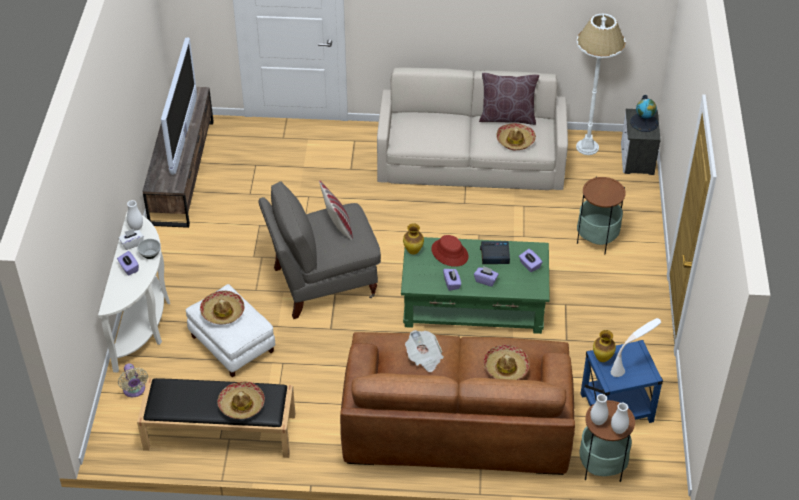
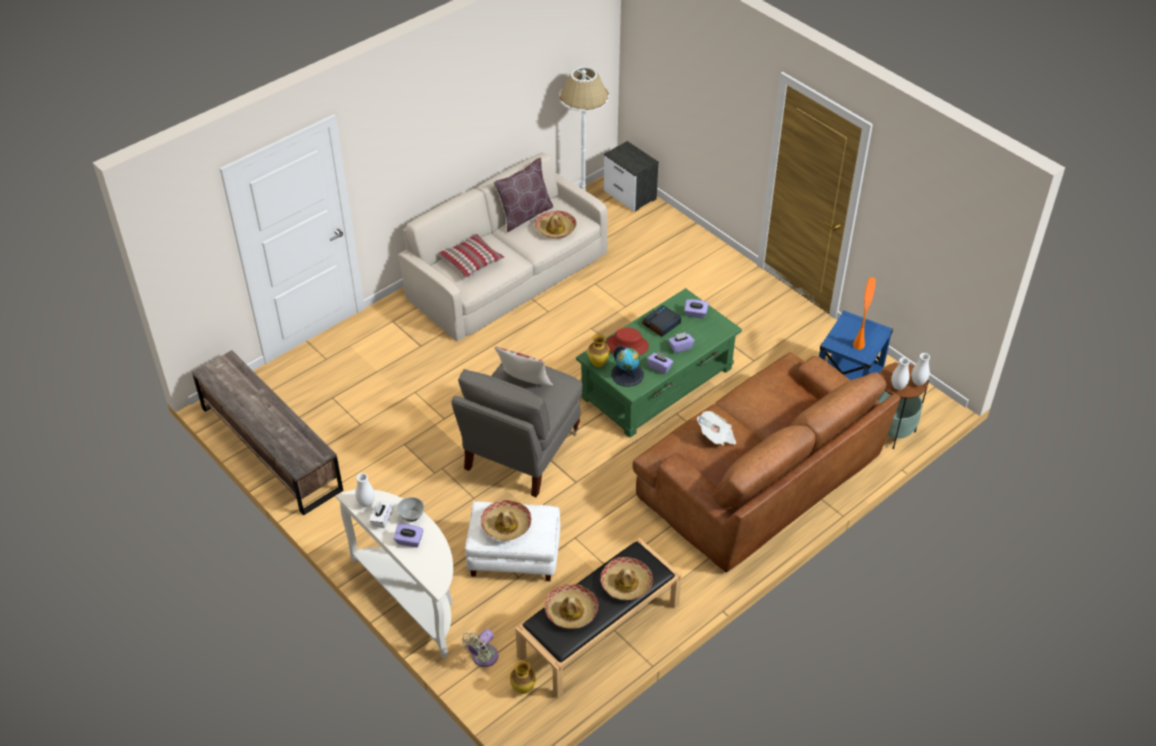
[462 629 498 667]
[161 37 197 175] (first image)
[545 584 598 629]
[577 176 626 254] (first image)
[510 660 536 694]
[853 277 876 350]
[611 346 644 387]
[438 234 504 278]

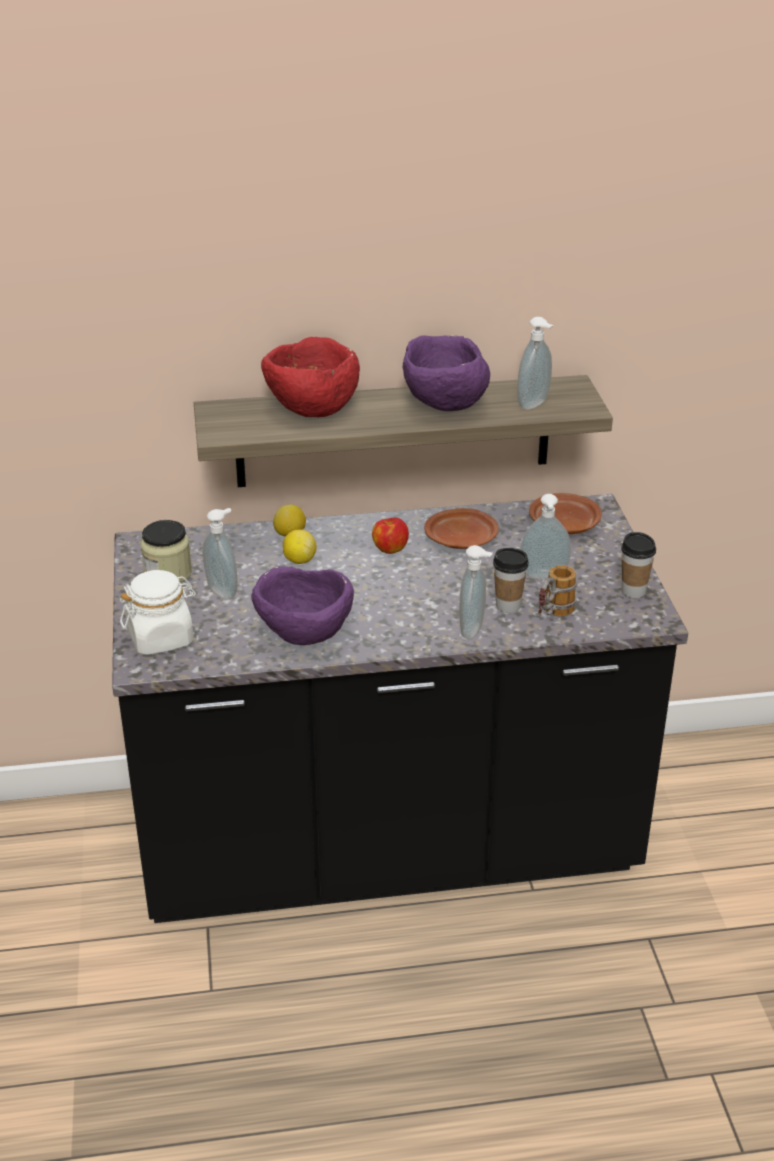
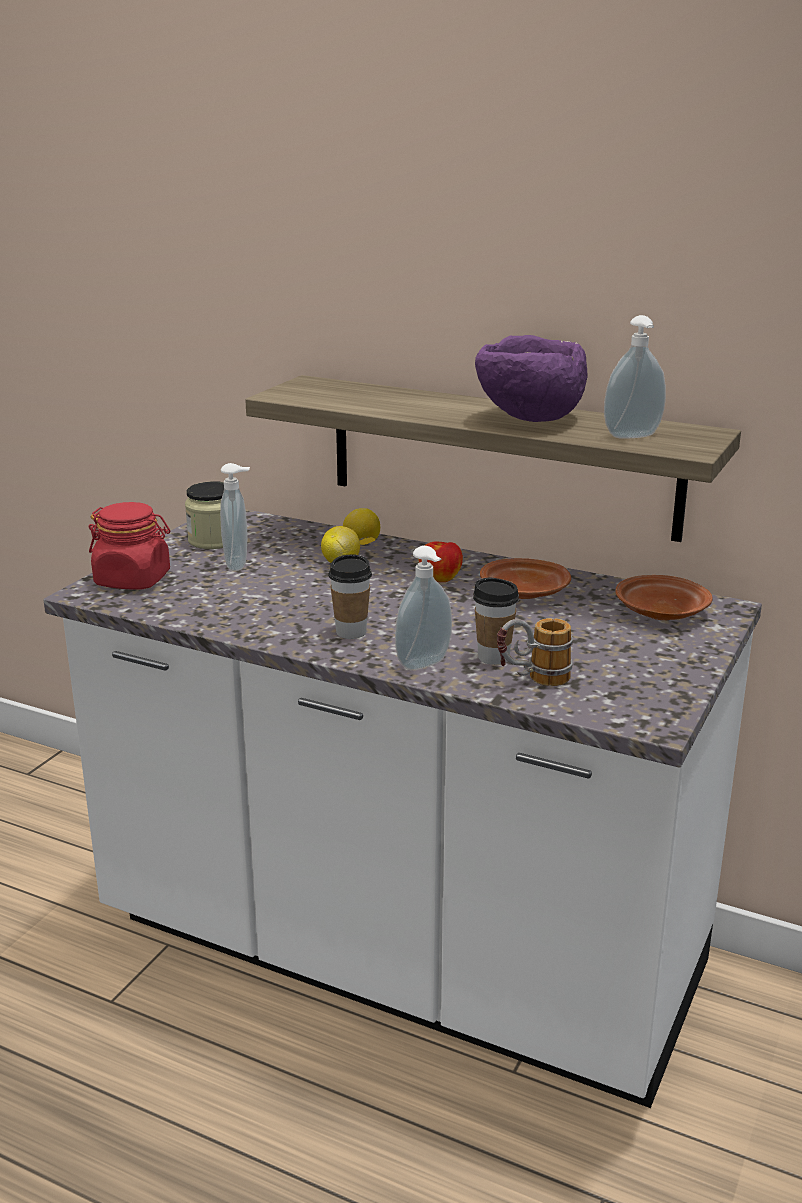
[44 509 762 1108]
[89 502 170 590]
[251 566 354 645] (first image)
[261 337 360 417] (first image)
[520 494 571 579] (first image)
[328 554 372 639]

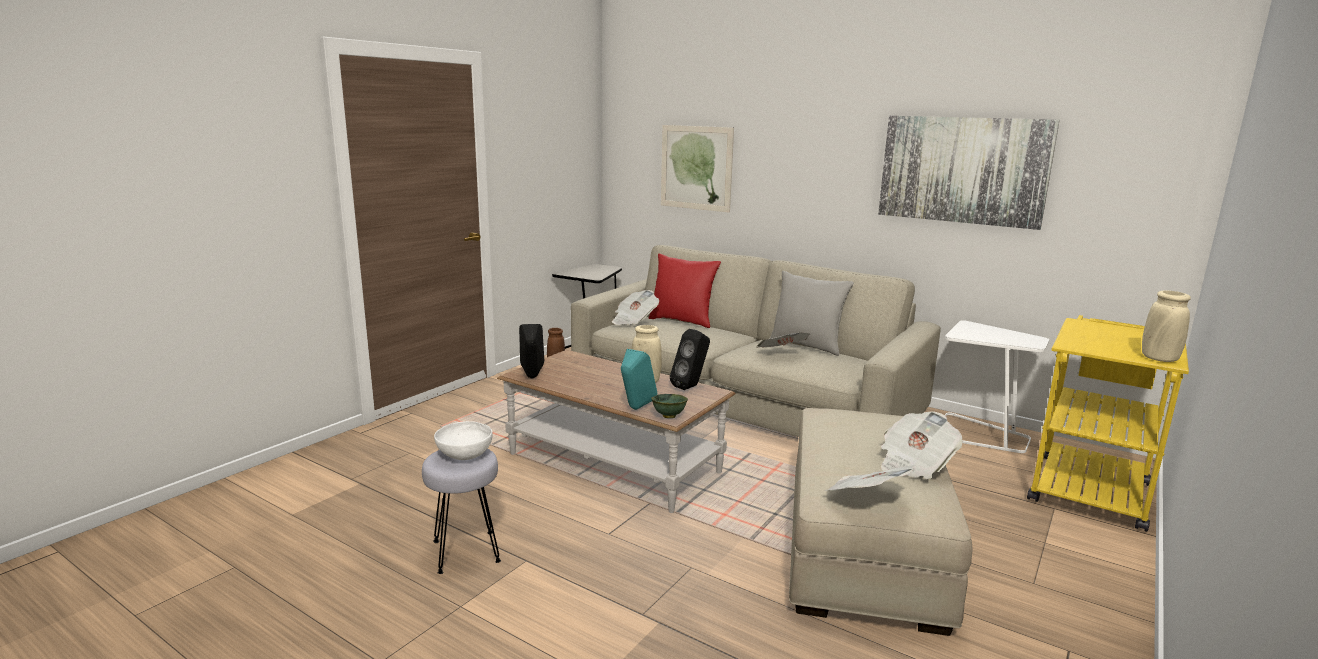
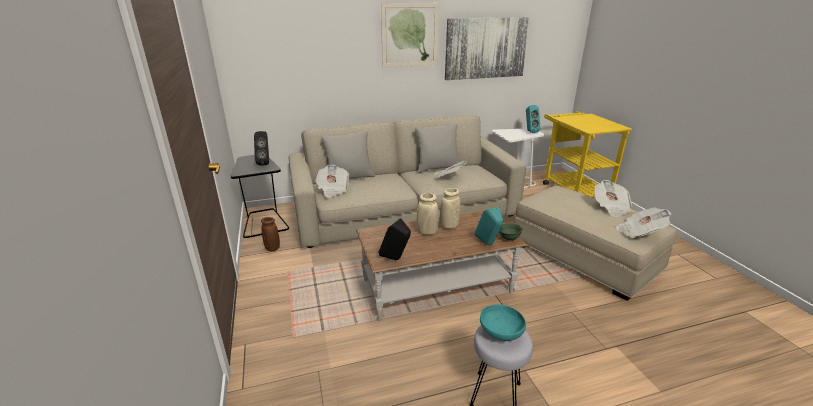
[480 304 526 341]
[321 131 375 179]
[381 3 439 68]
[254 131 269 165]
[417 193 439 235]
[526 105 541 133]

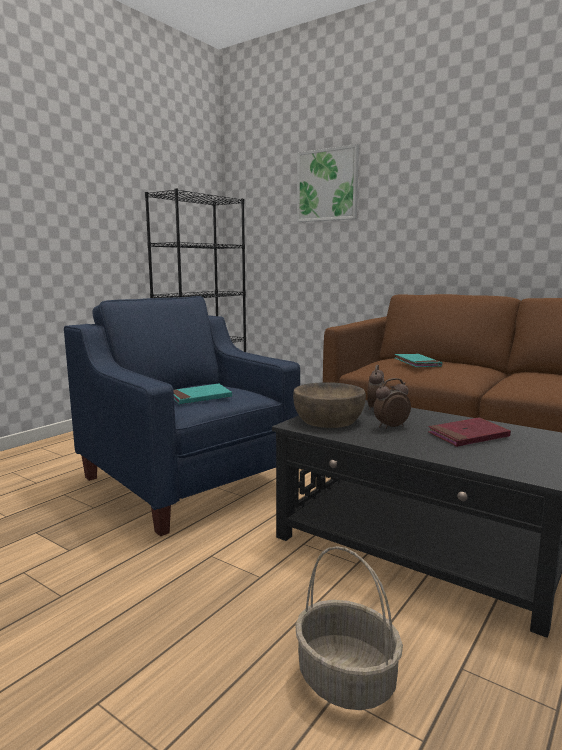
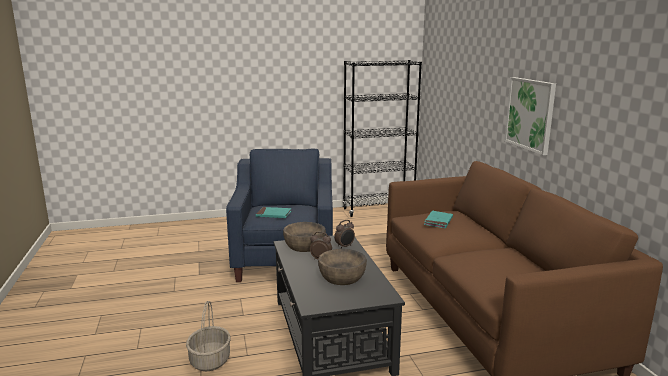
[504 77 556 155]
[318 249 367 285]

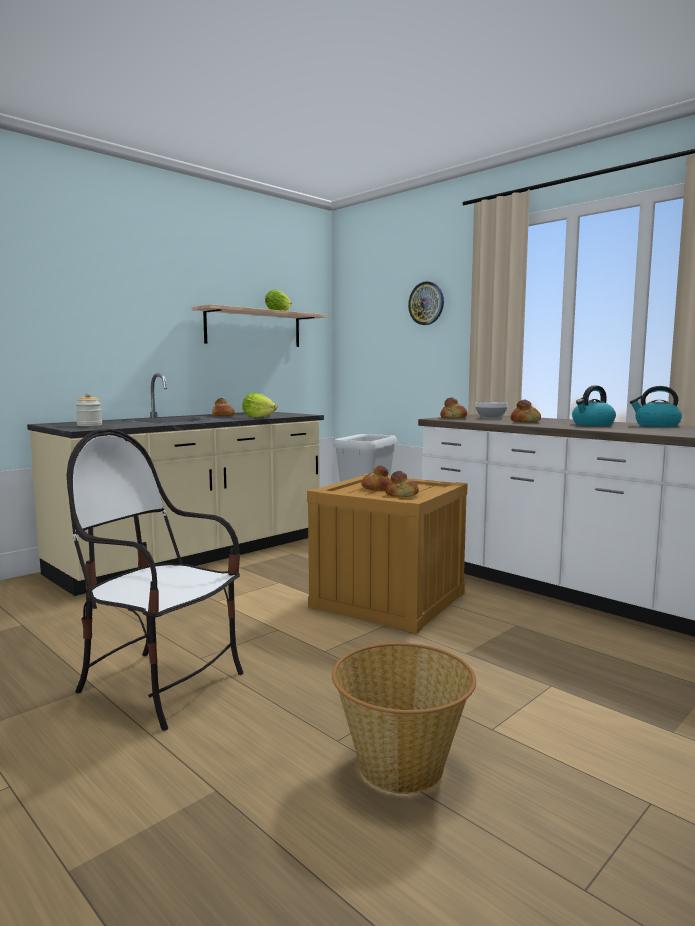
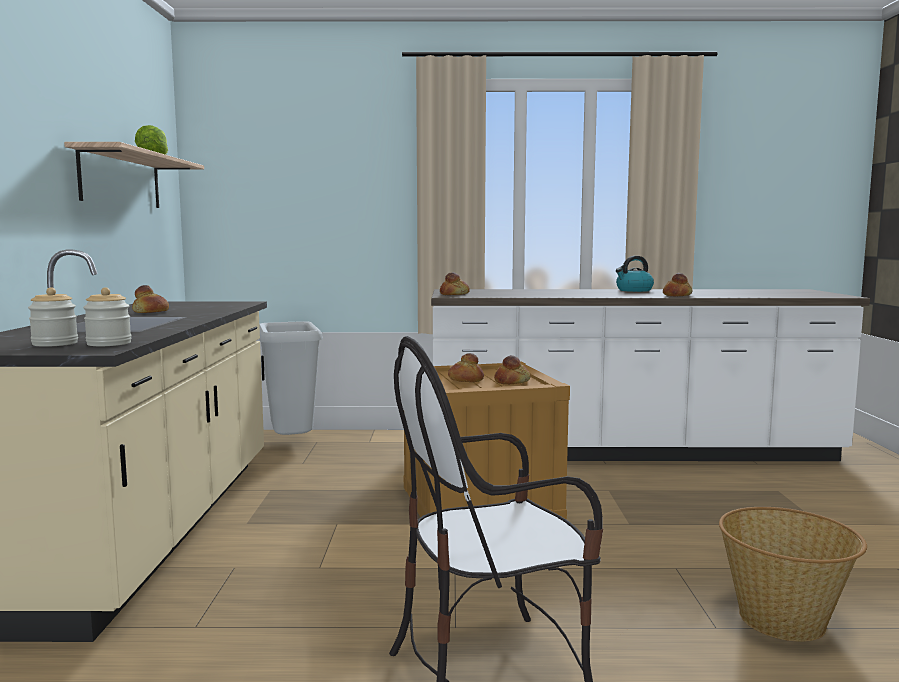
[242 393 277 418] (first image)
[408 281 444 325] (first image)
[475 402 508 418] (first image)
[663 273 692 296]
[572 386 616 426] (first image)
[83 287 131 346]

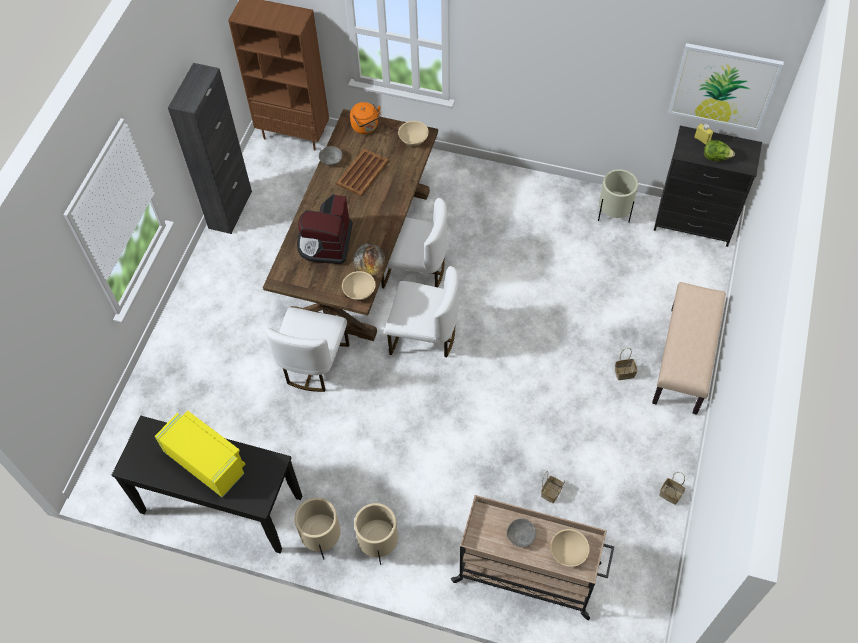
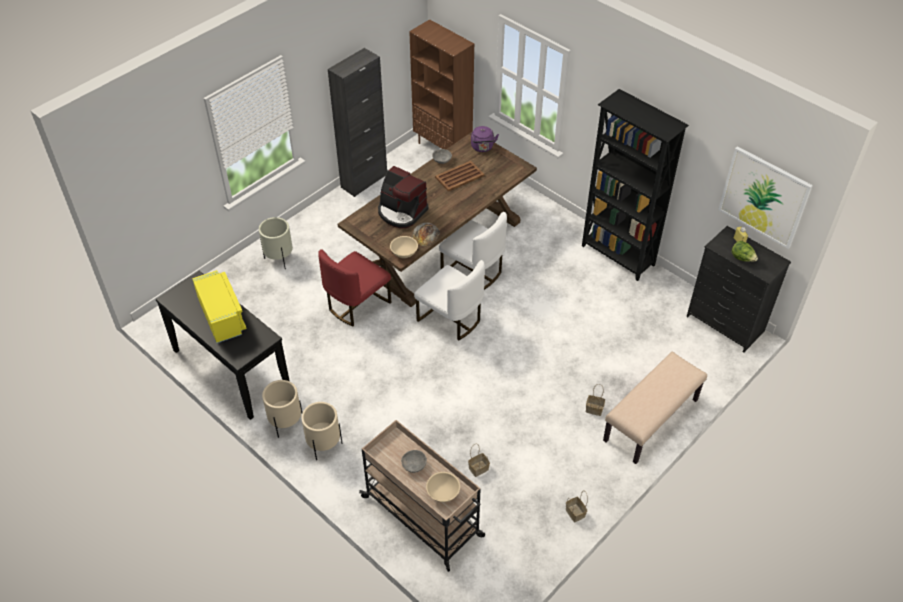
[318 249 391 327]
[378 166 429 228]
[471 126 499 152]
[398 121 429 146] (first image)
[259 217 293 269]
[582 89 689 281]

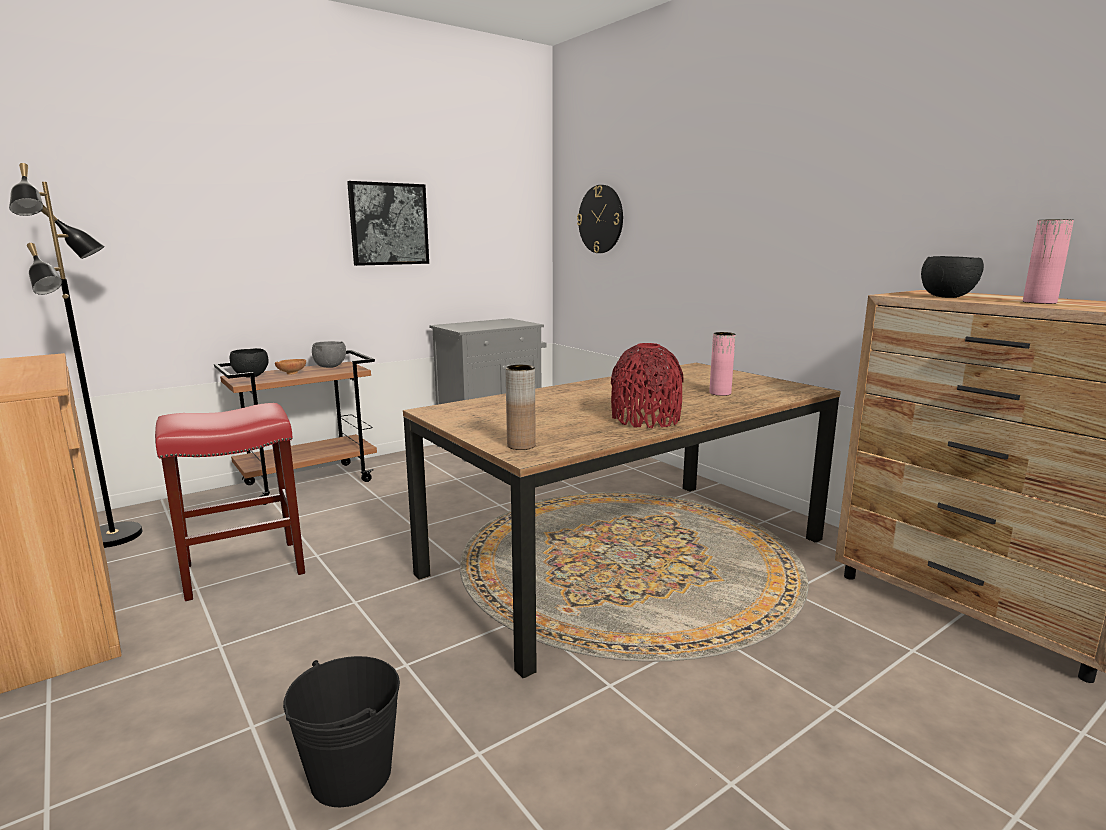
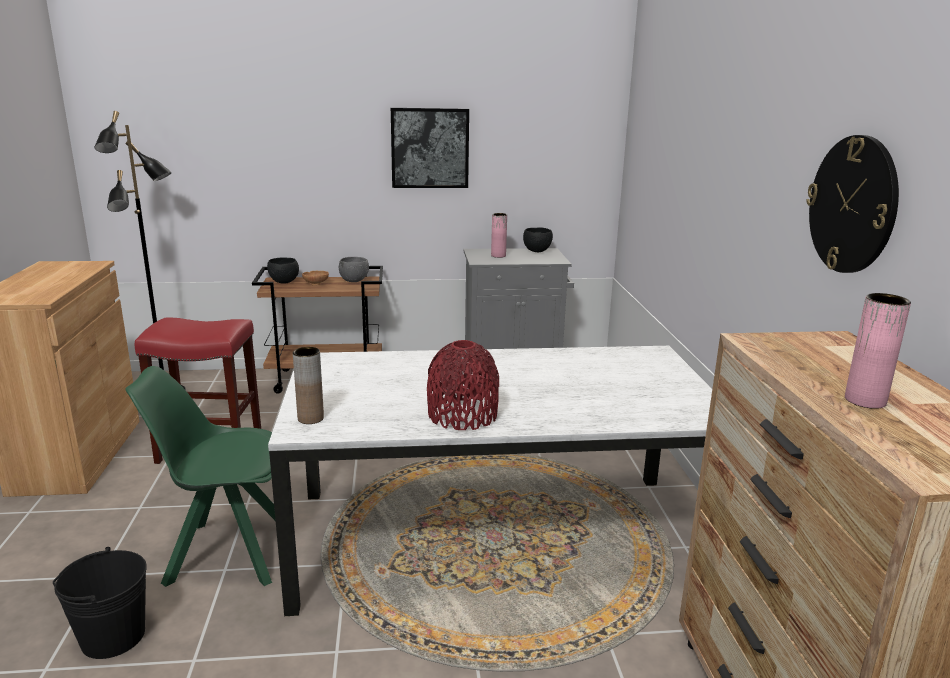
[268 346 712 616]
[806 135 899 273]
[491 213 507 258]
[523 227 553 252]
[125 366 275 587]

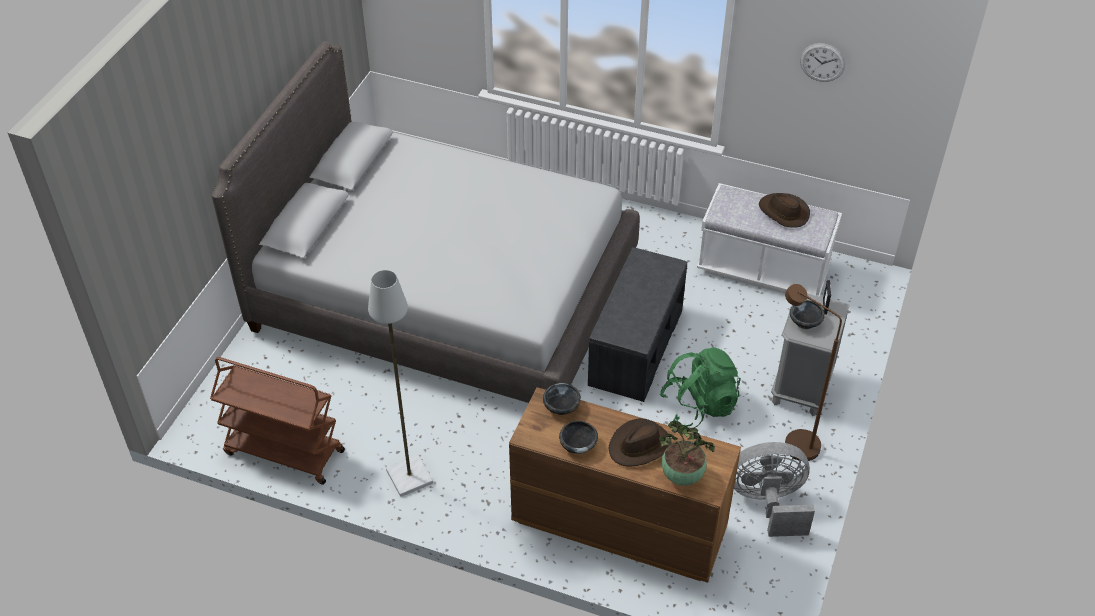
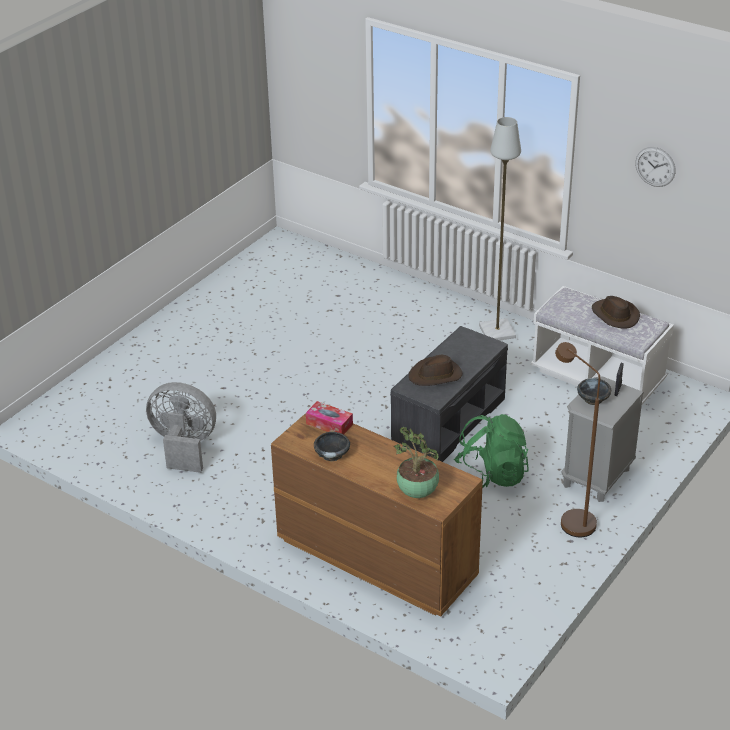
[210 357 345 485] (first image)
[212 41 640 403] (first image)
[479 117 521 340]
[306 401 353 435]
[409 355 463 386]
[146 382 216 473]

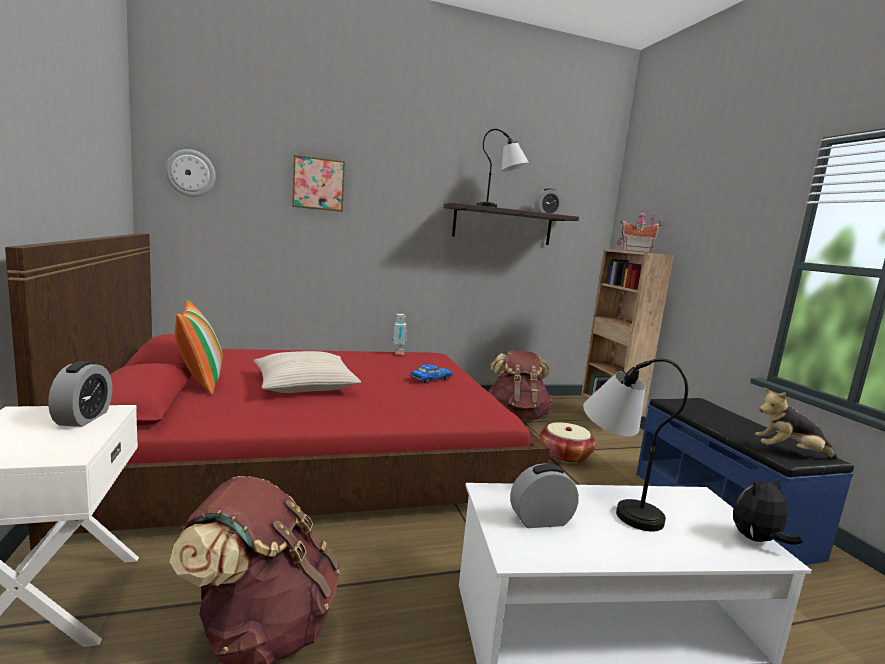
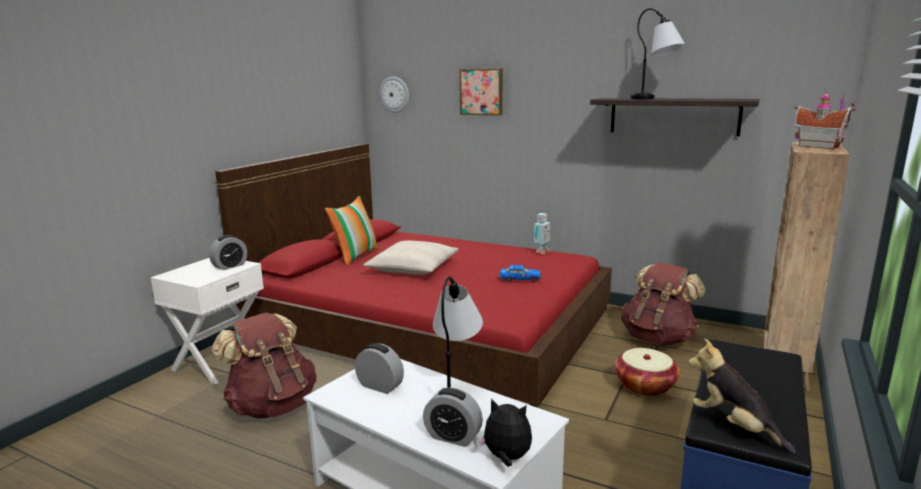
[423 387 483 447]

